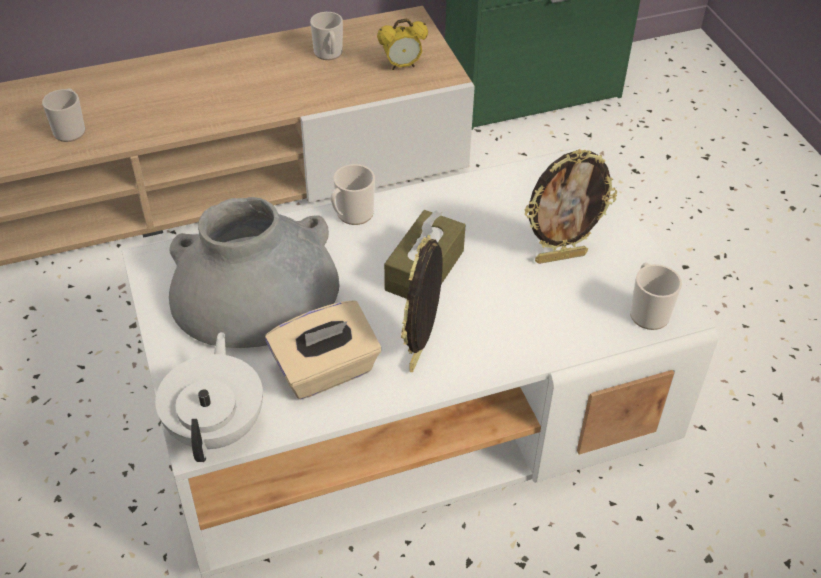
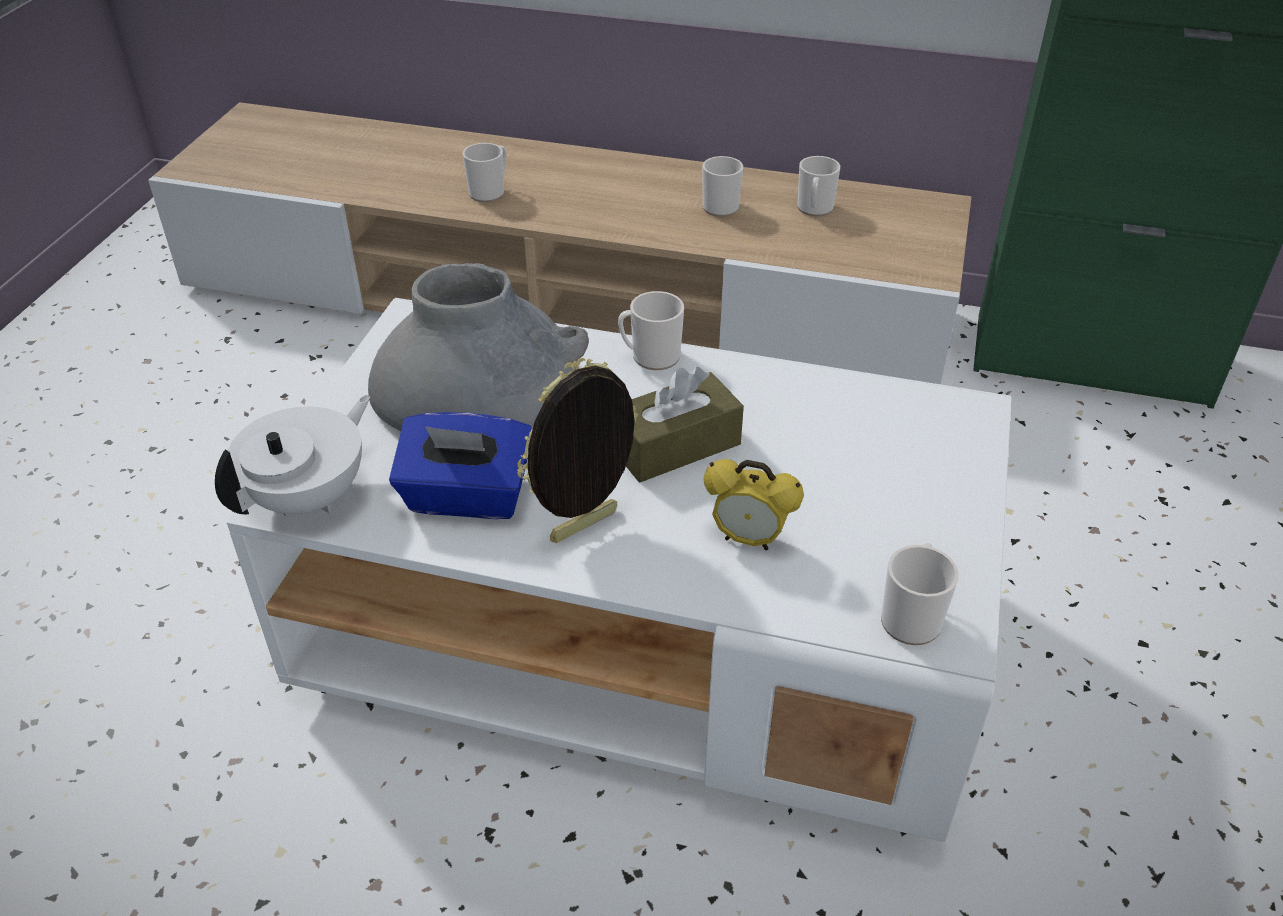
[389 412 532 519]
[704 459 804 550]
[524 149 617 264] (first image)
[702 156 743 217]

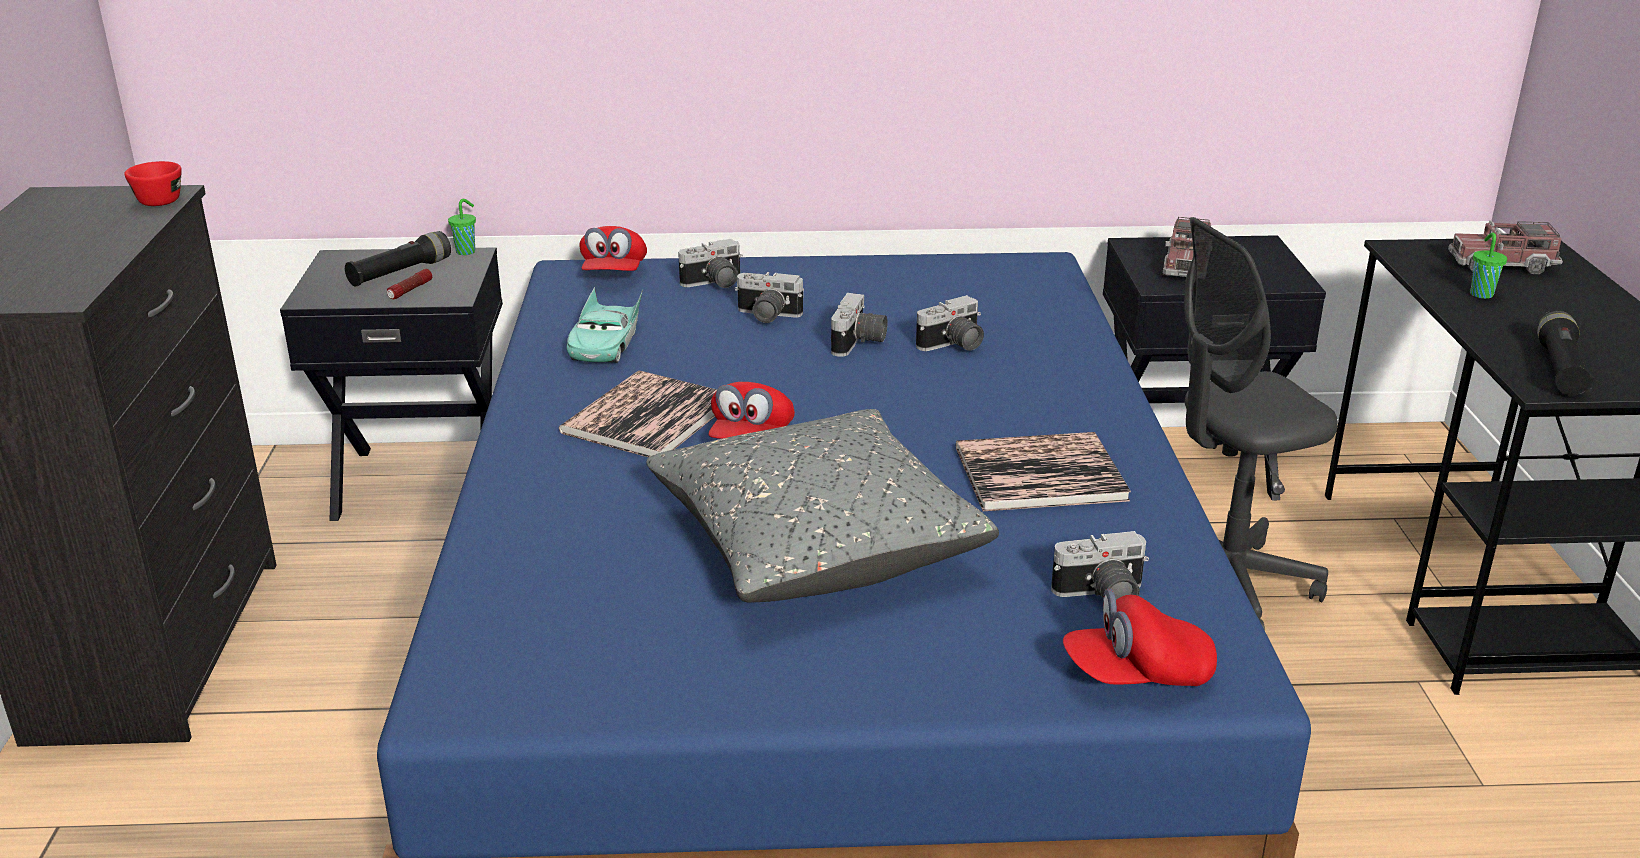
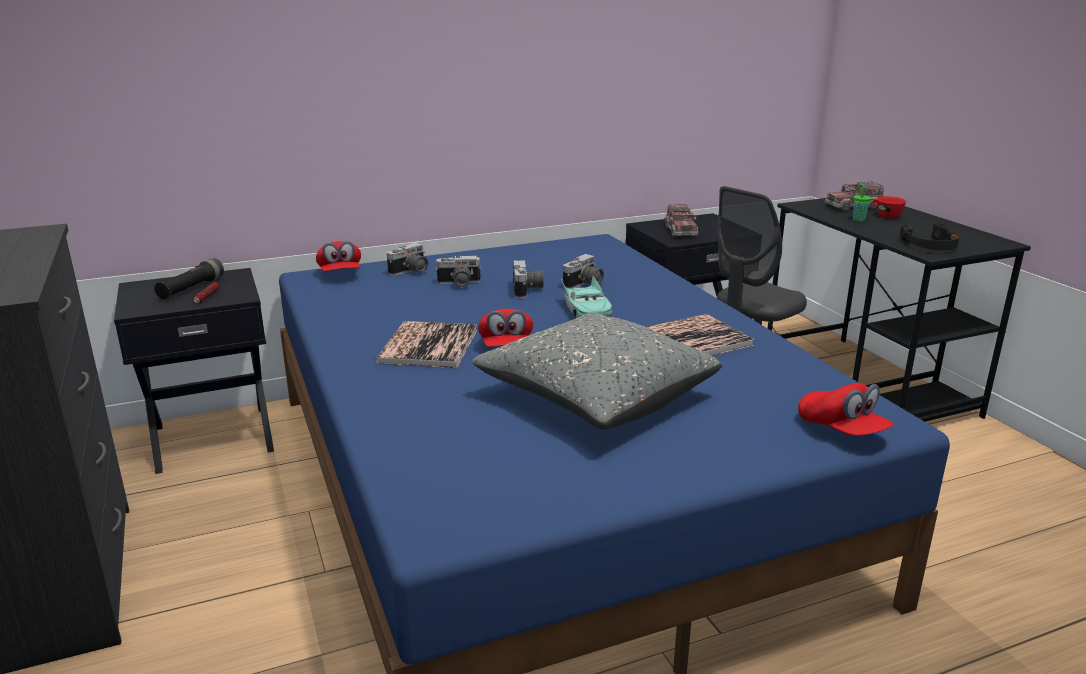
[873 196 906 218]
[448 199 476 255] (first image)
[560 275 613 318]
[1051 531 1149 600] (first image)
[798 383 894 436]
[900 223 959 251]

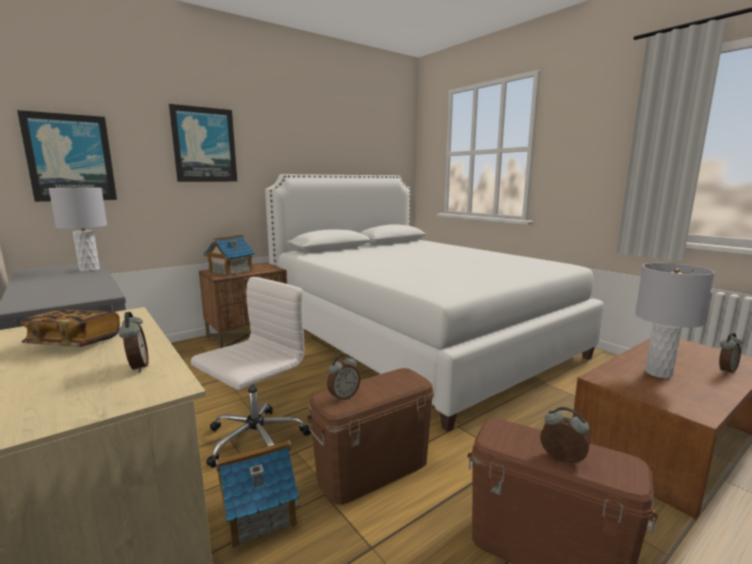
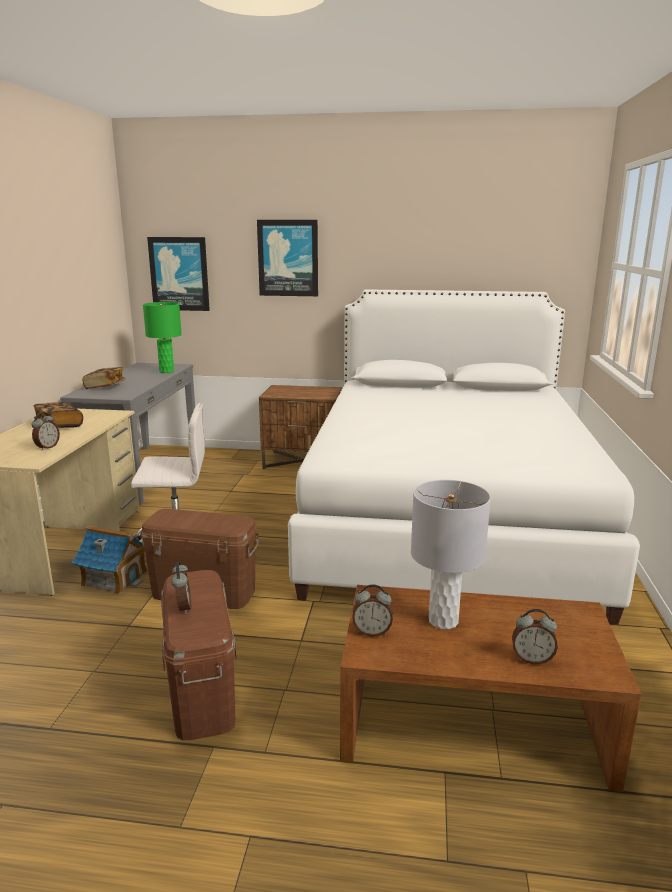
[143 302 182 373]
[204 234 255 277] (first image)
[352 584 393 637]
[82 367 126 389]

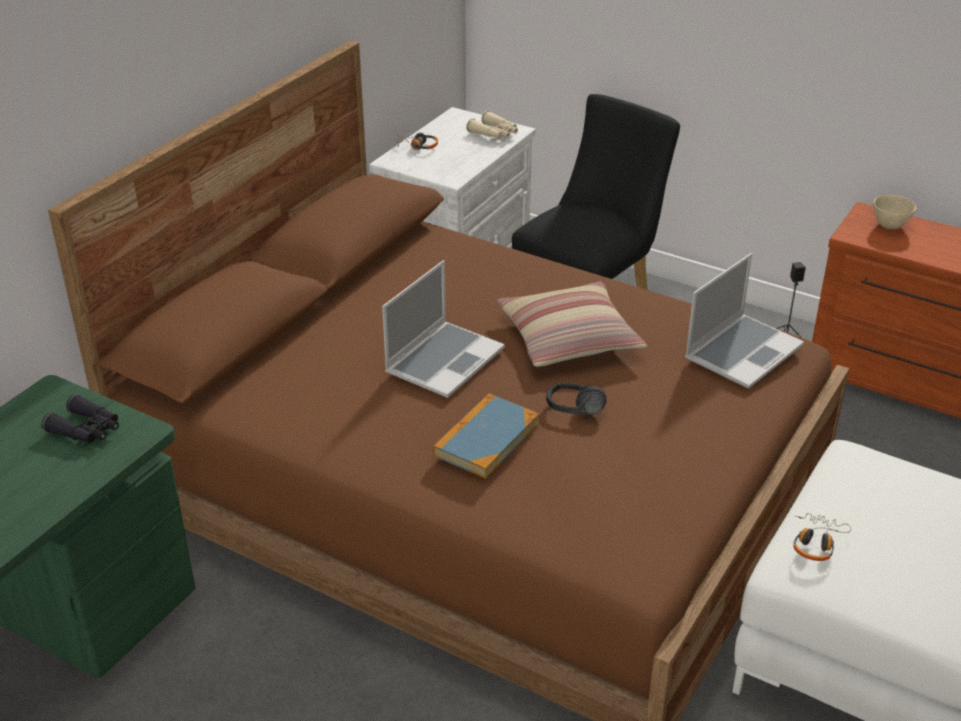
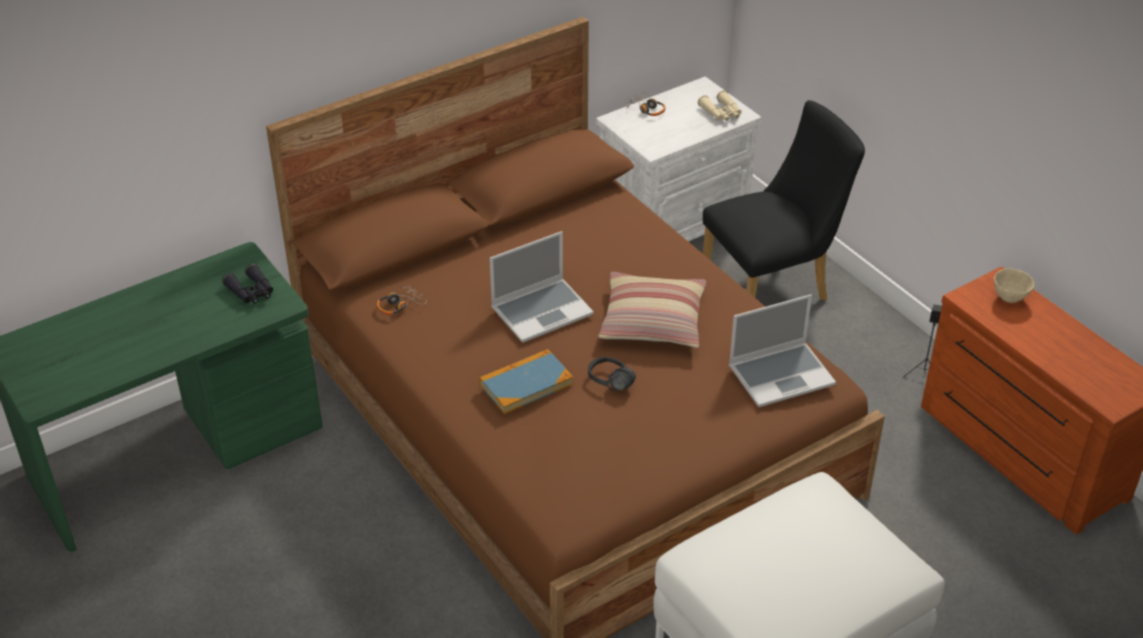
[377 285 427 315]

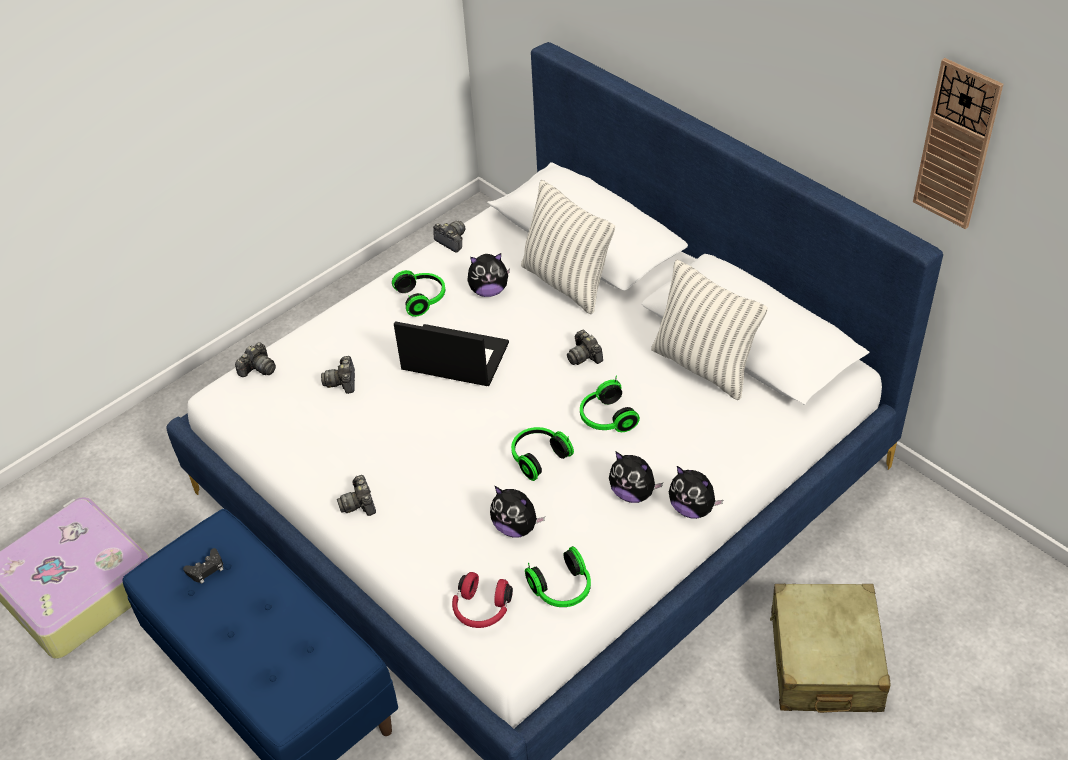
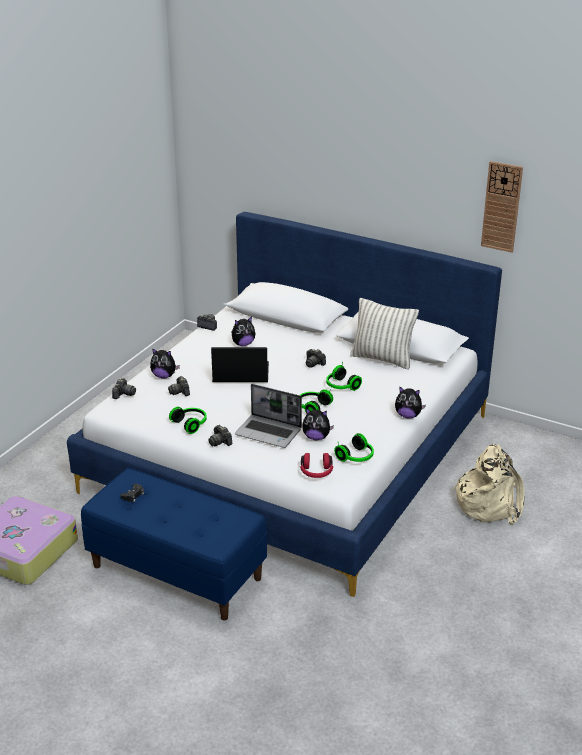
[169 407 207 434]
[521 180 615 314] (first image)
[150 348 180 379]
[452 444 524 524]
[235 384 302 448]

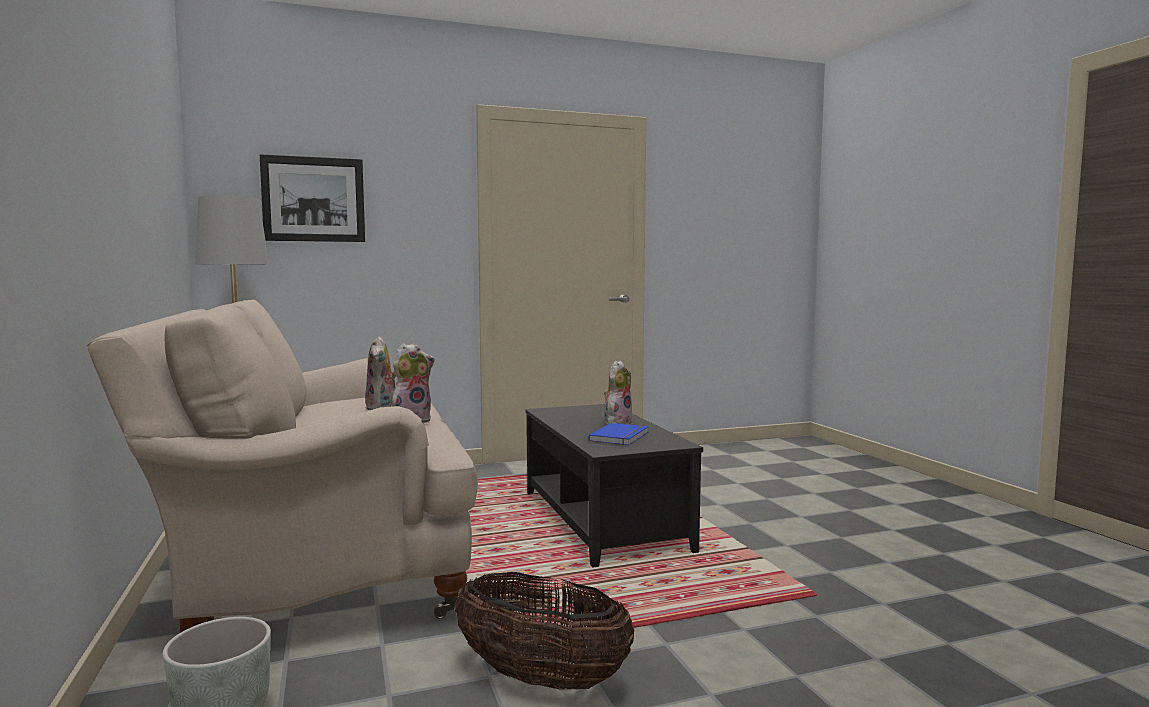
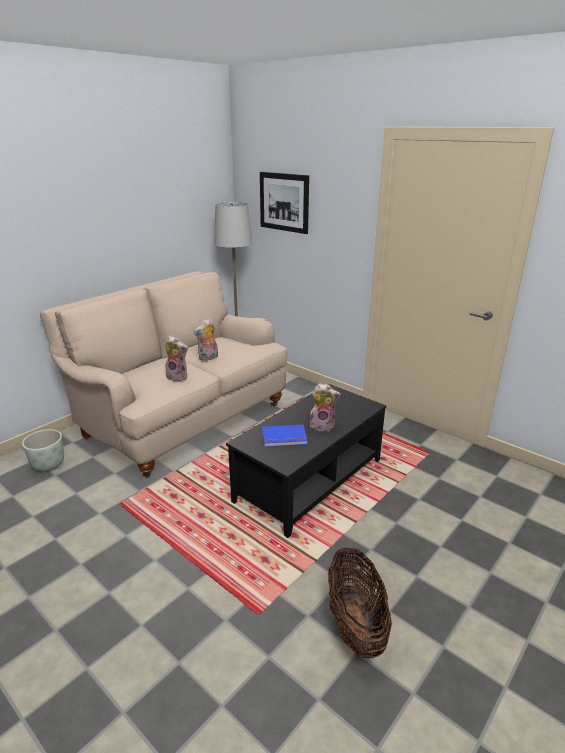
[328 547 392 658]

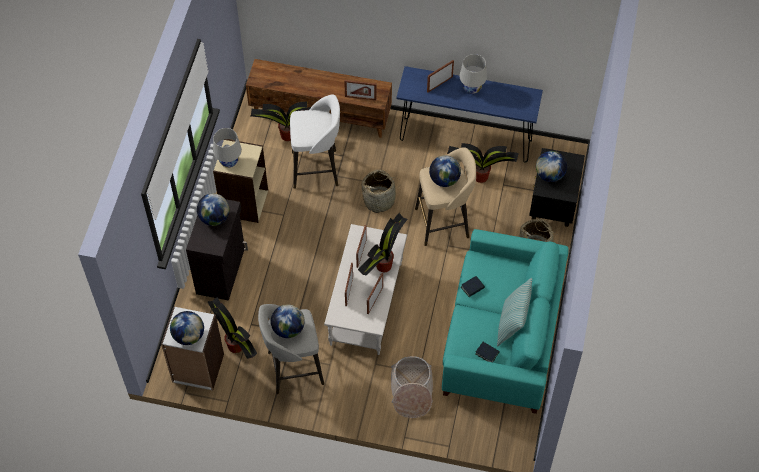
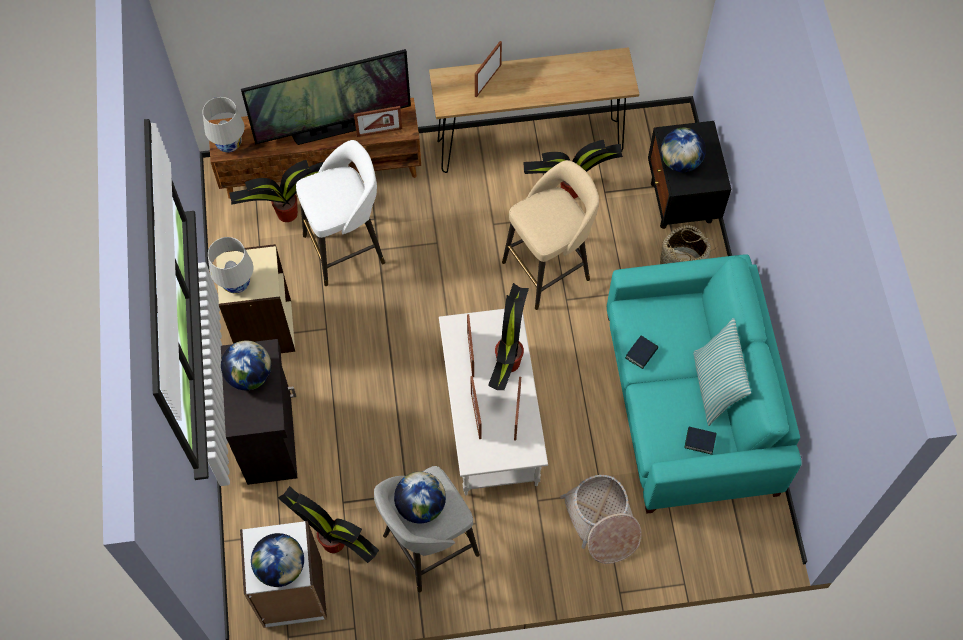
[361 169 398 213] (first image)
[429 47 639 173]
[429 155 461 187] (first image)
[203 97 245 152]
[241 49 411 145]

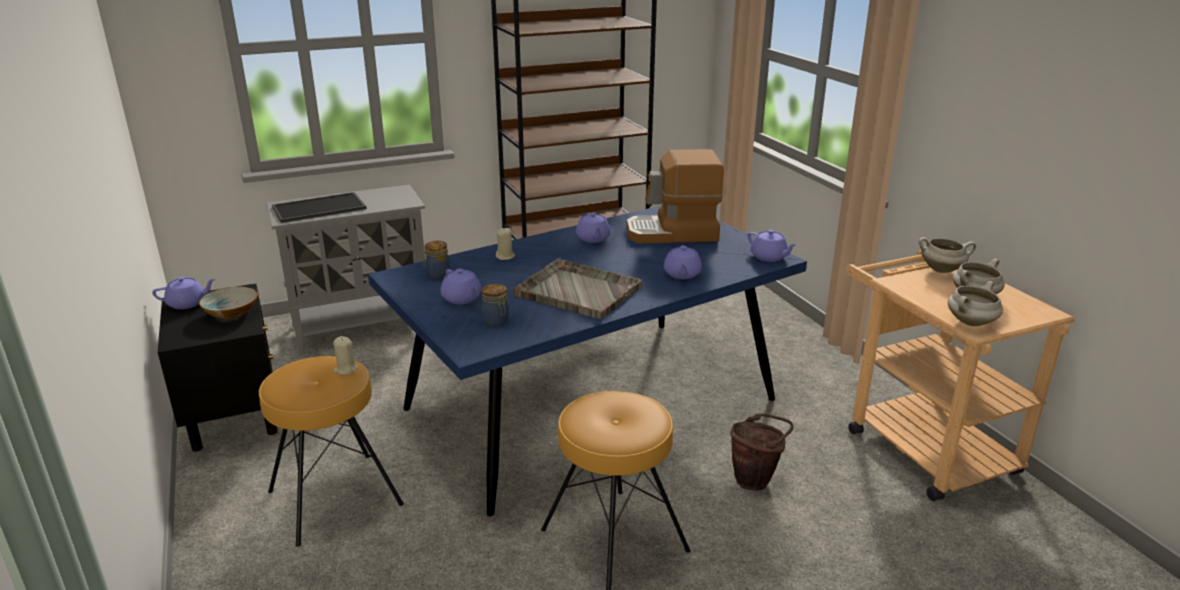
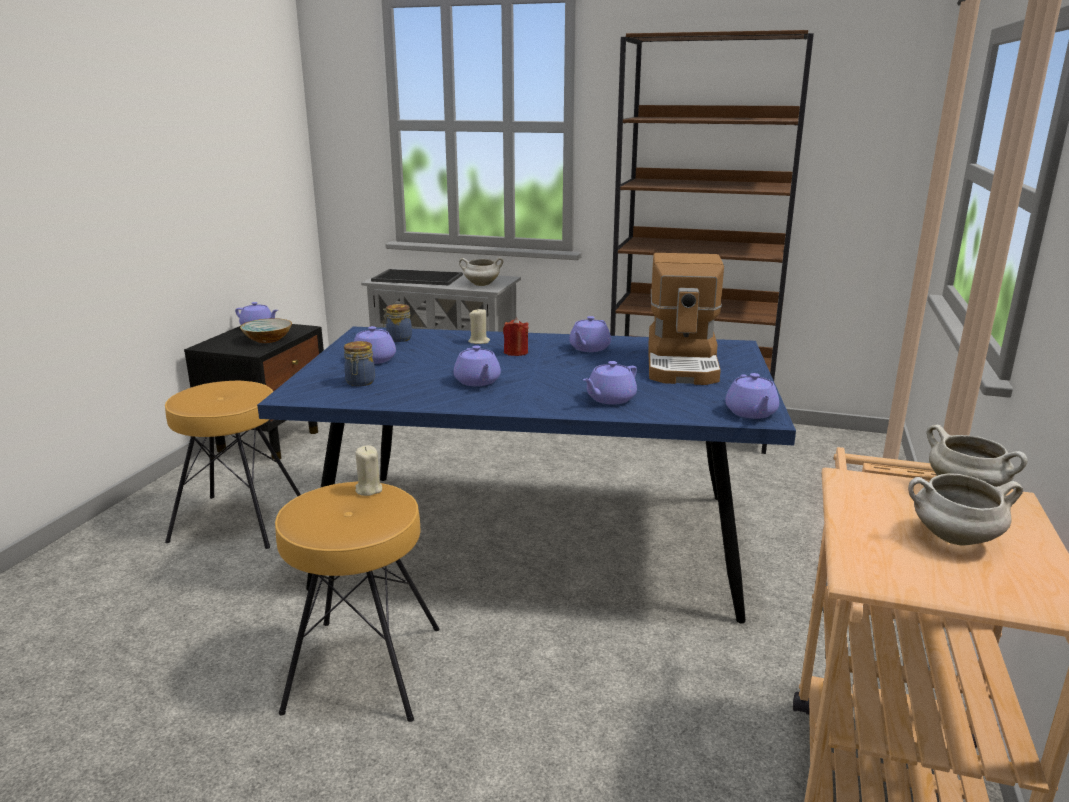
[355 445 382 496]
[454 345 501 386]
[648 253 724 385]
[731 413 794 491] (first image)
[459 257 504 286]
[503 318 529 356]

